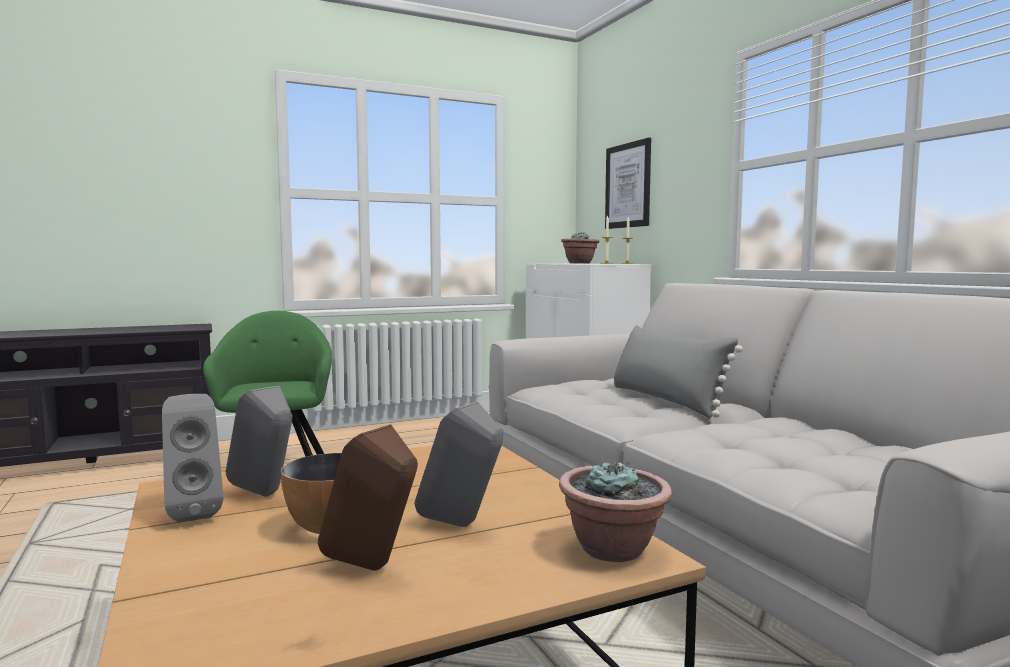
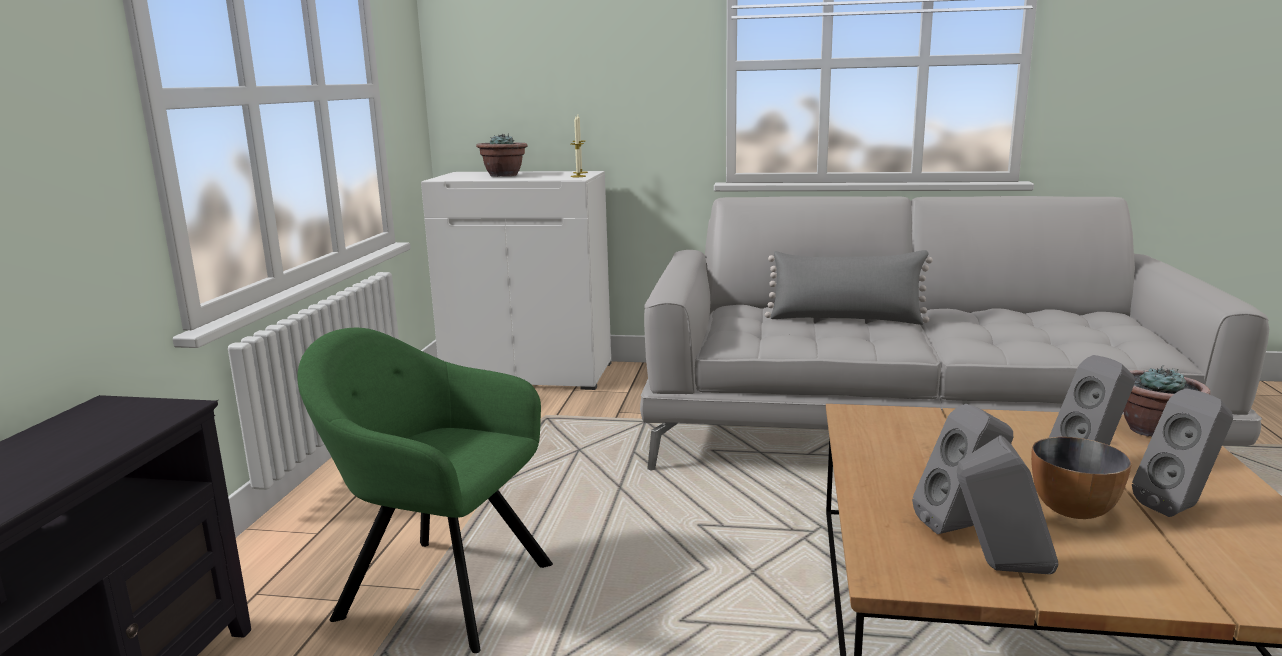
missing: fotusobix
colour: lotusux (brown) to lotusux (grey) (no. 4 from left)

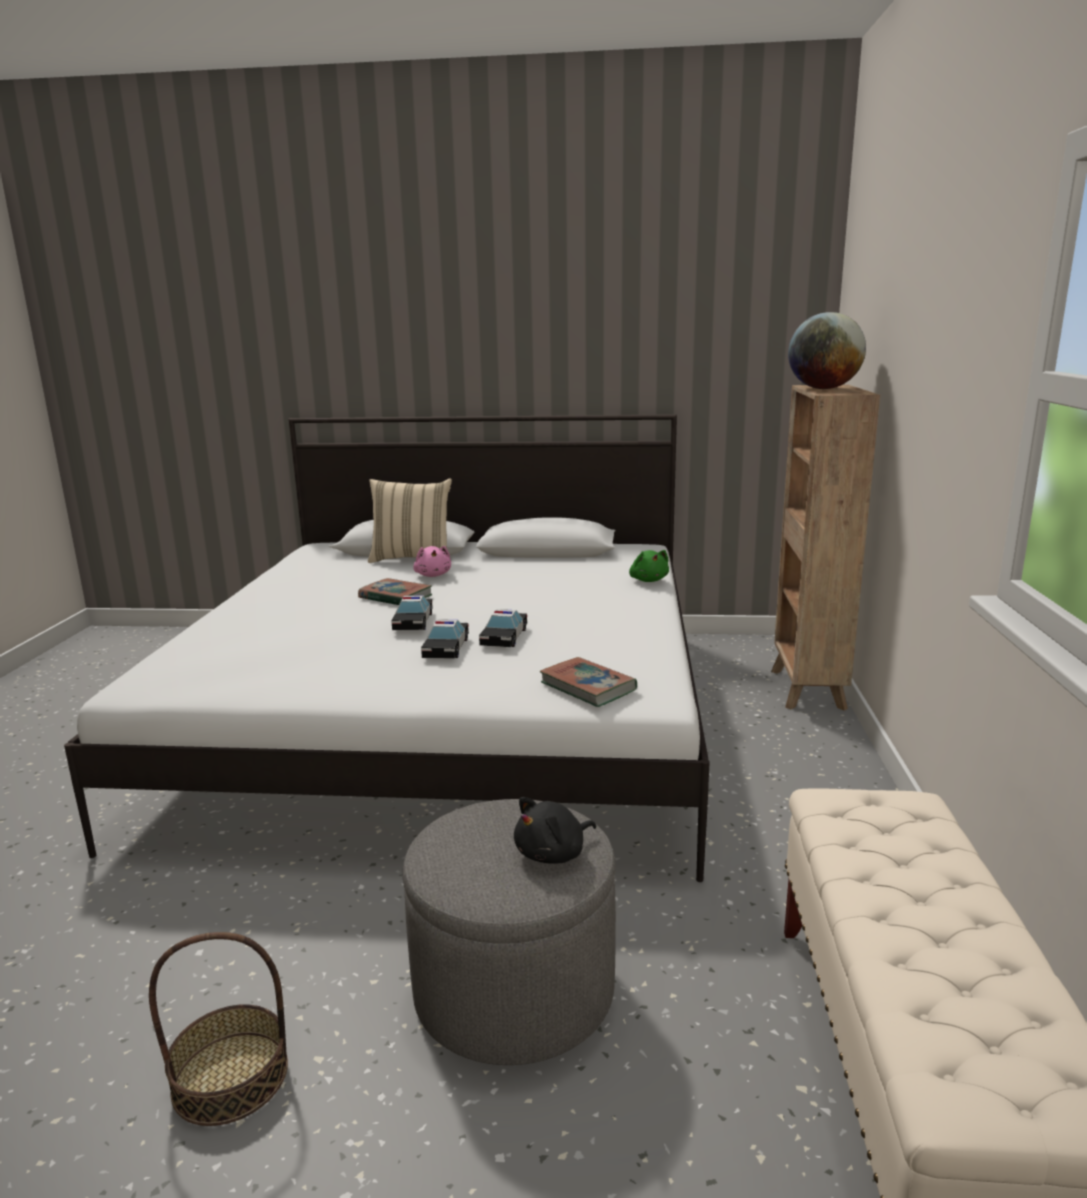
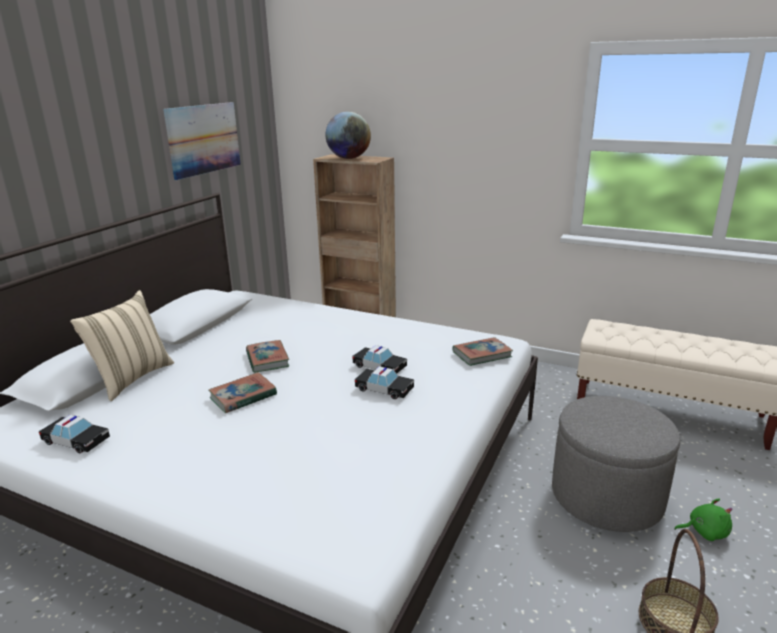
missing: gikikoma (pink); gikikoma (black)
appeared: fotusobix; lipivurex (no. 2 from left)
relocated: gikikoma (green); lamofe (no. 1 from left)

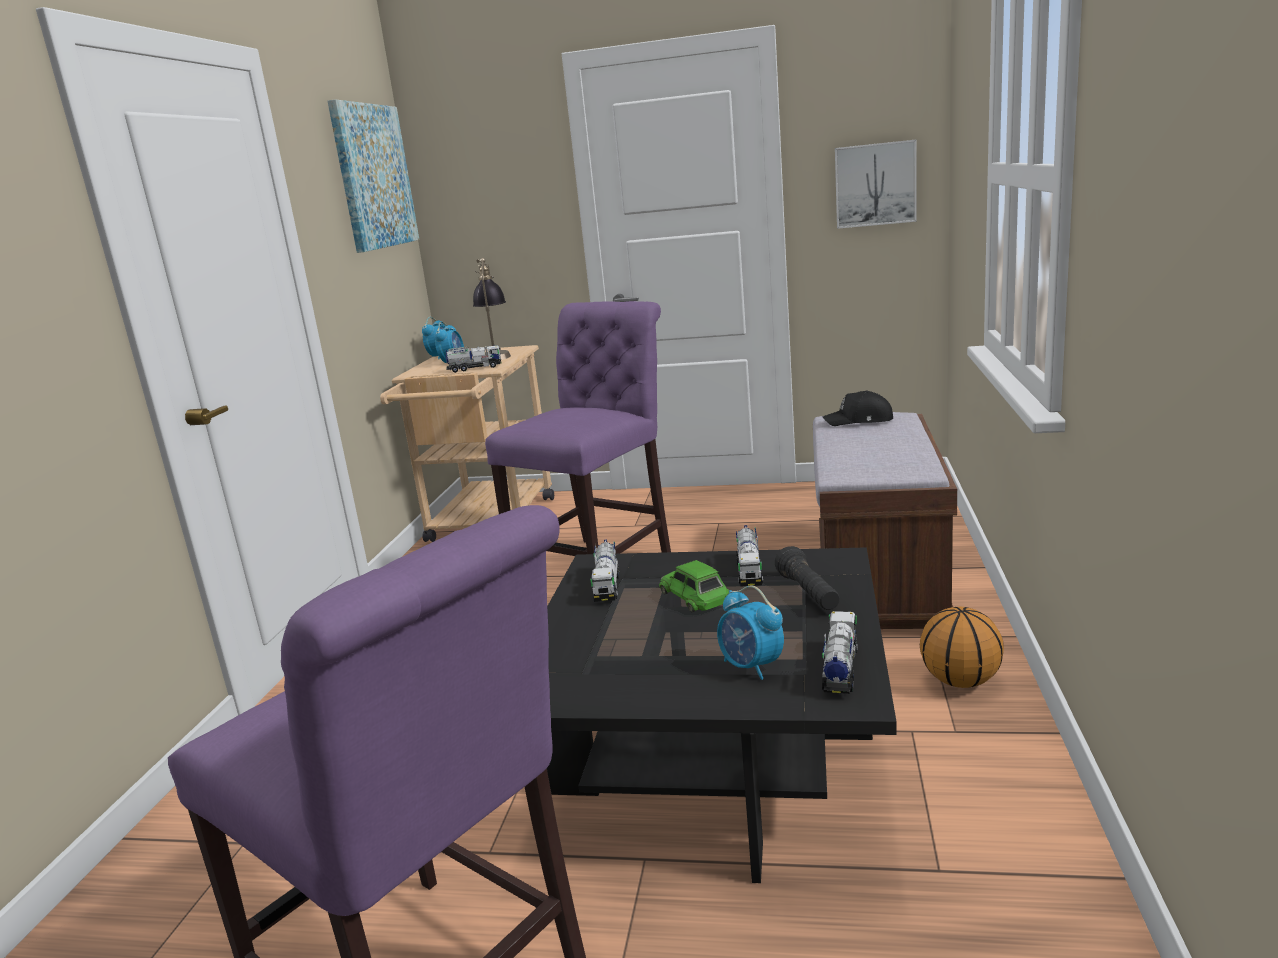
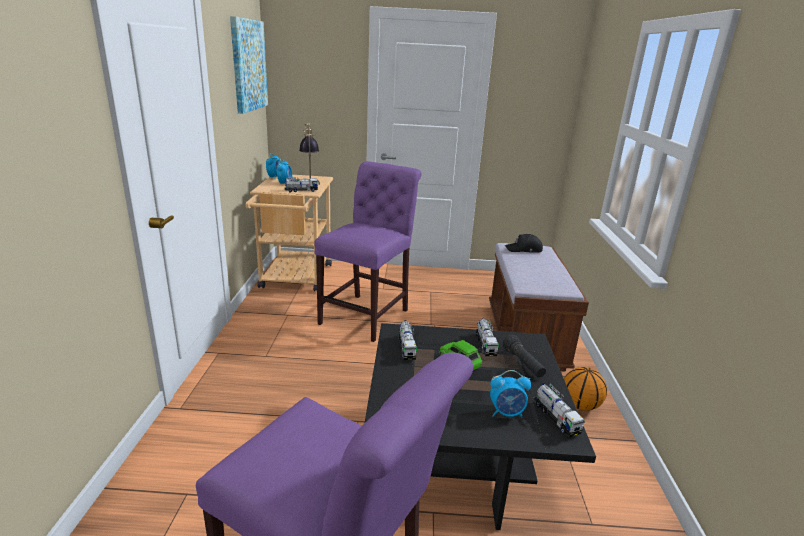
missing: fotusobix (no. 2 from left)
spun: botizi (no. 3 from left) 45 degrees counterclockwise; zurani (no. 4 from left) 150 degrees clockwise

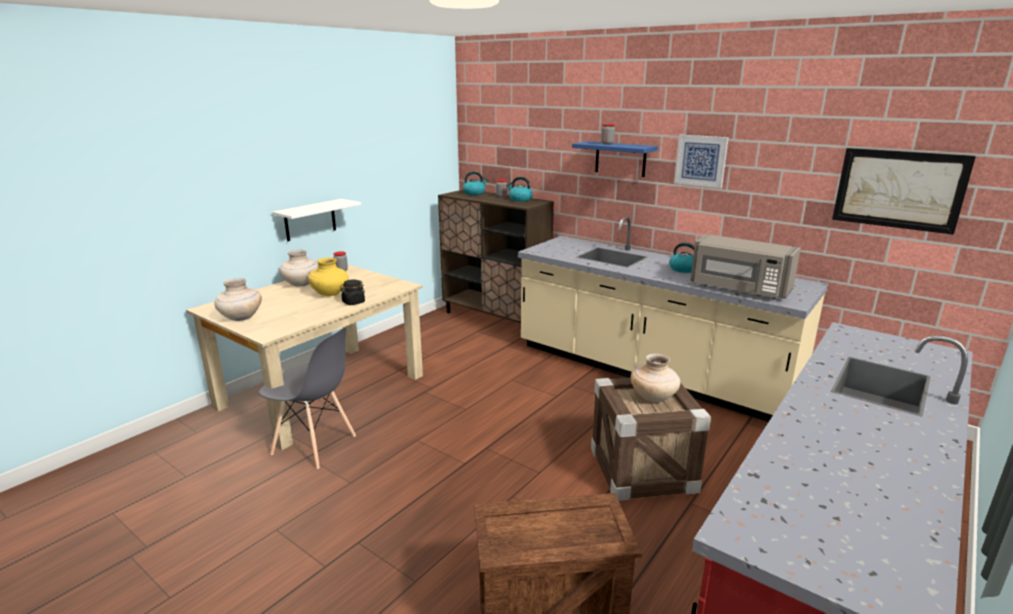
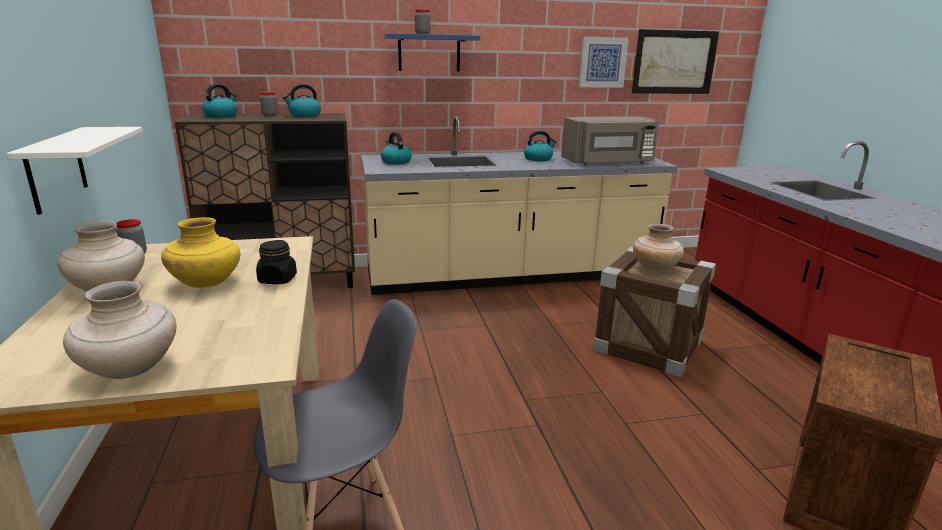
appeared: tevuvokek (no. 3 from left)
relocated: fotusobix (no. 1 from left)

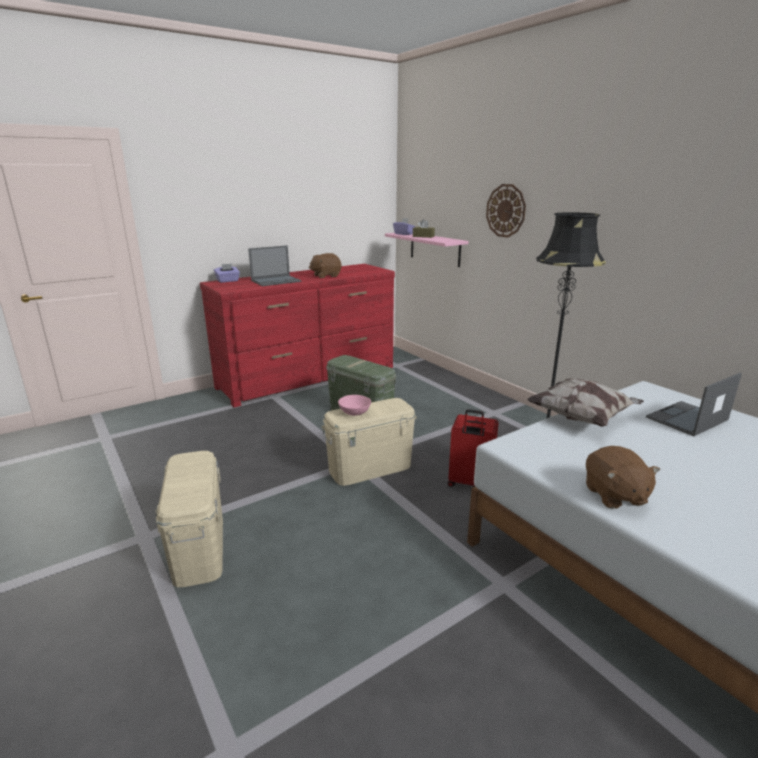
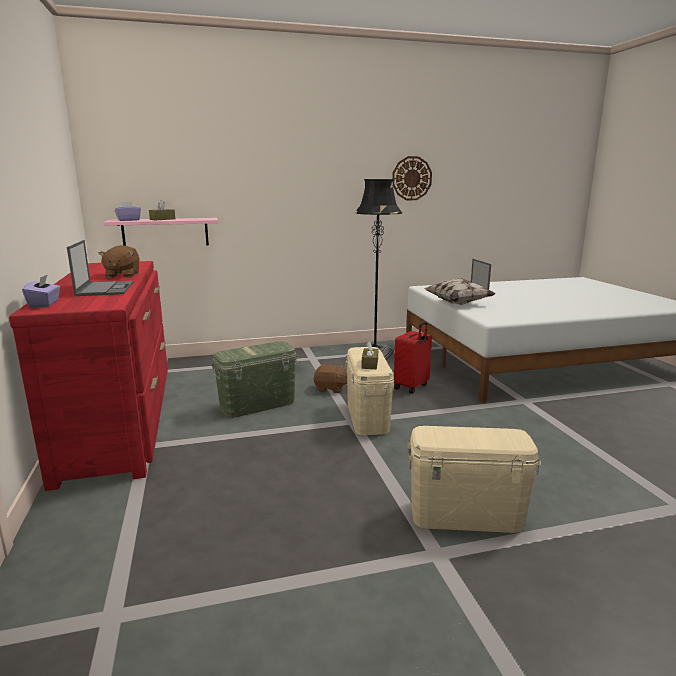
relocated: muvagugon; gikikoma (brown) (no. 2 from left)
exchanged: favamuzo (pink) to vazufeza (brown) (no. 2 from left)

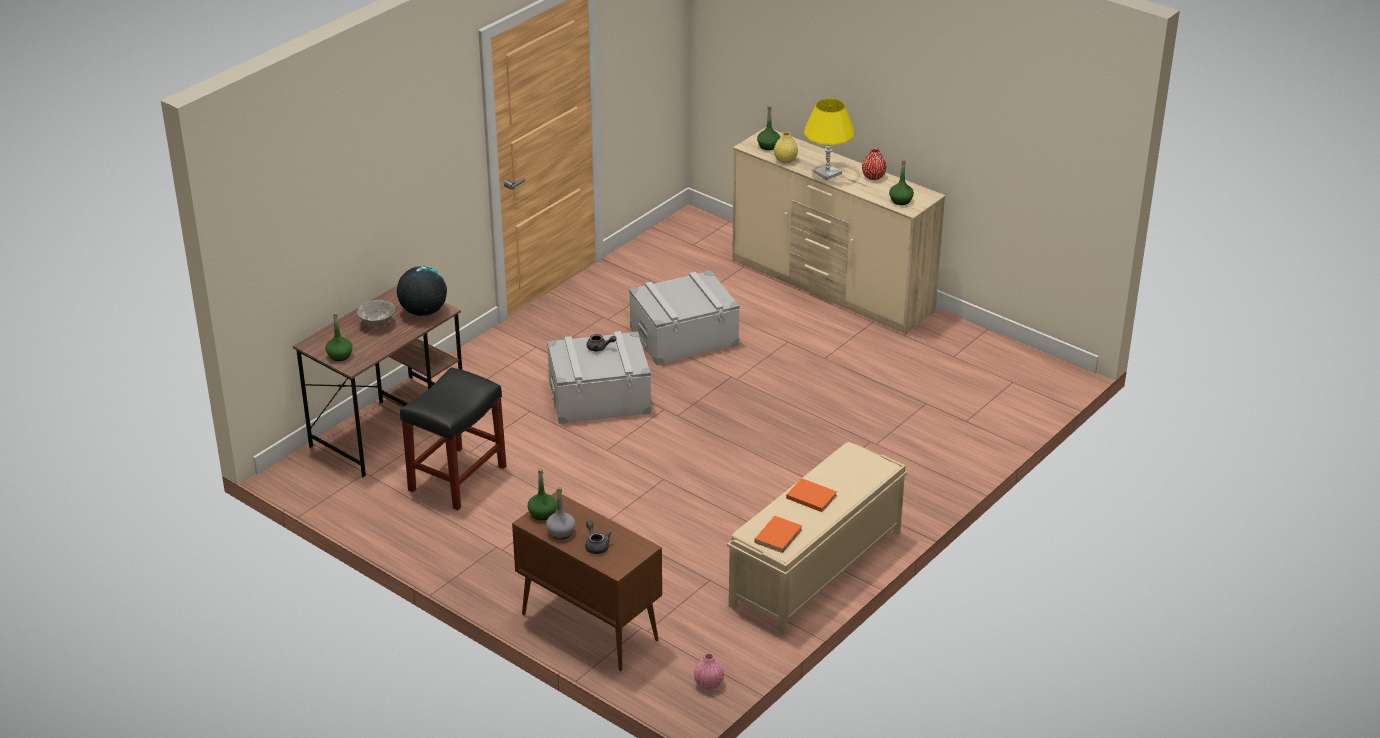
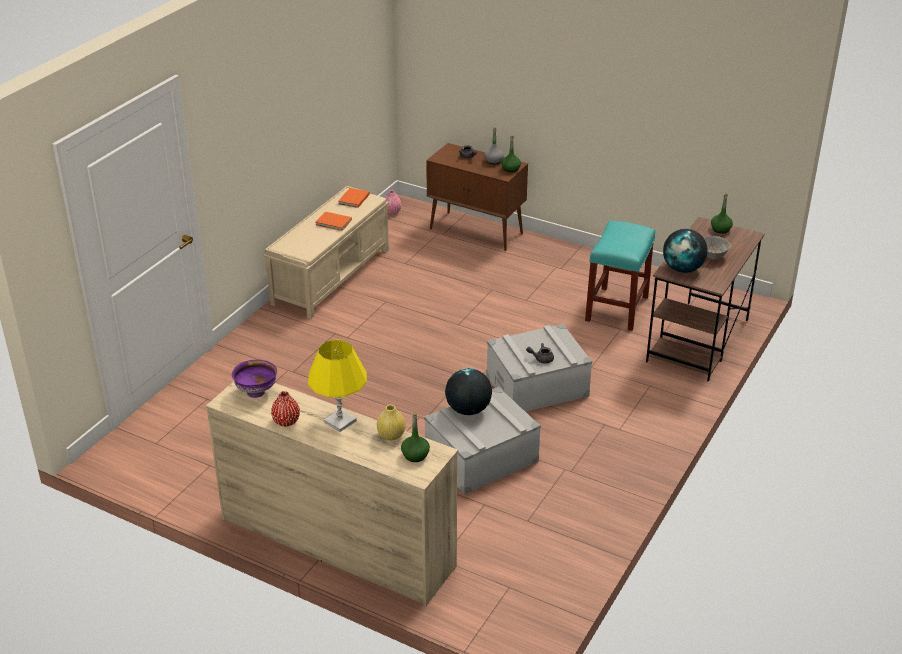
appeared: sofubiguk (no. 1 from left)
exchanged: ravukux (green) (no. 4 from left) to favamuzo (purple)
colour: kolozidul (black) to kolozidul (turquoise)

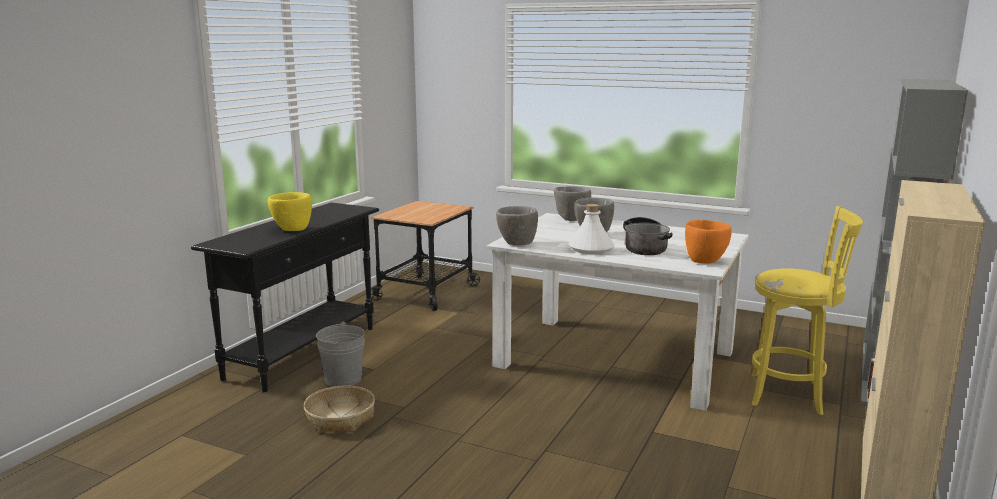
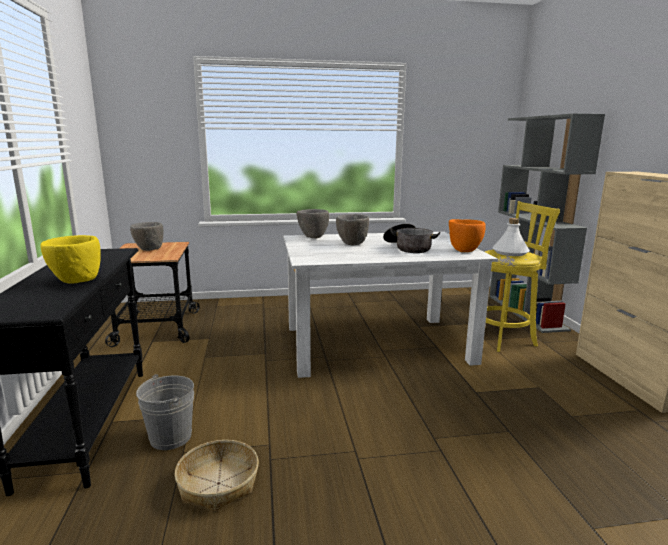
relocated: ravukux (white); favamuzo (grey) (no. 1 from left)

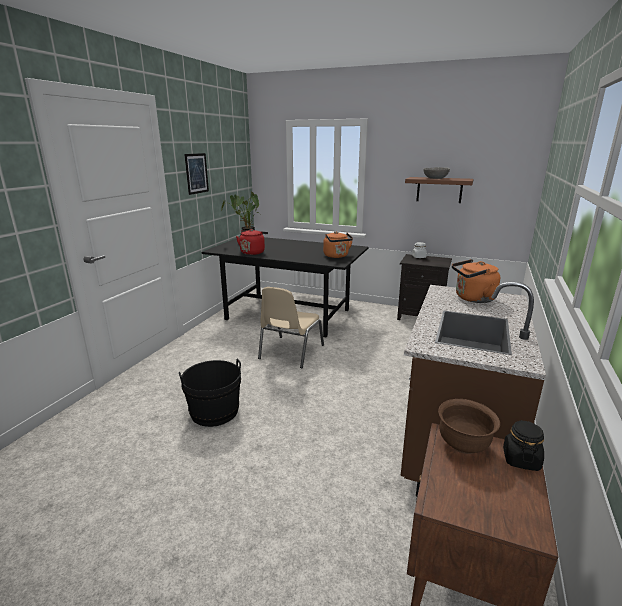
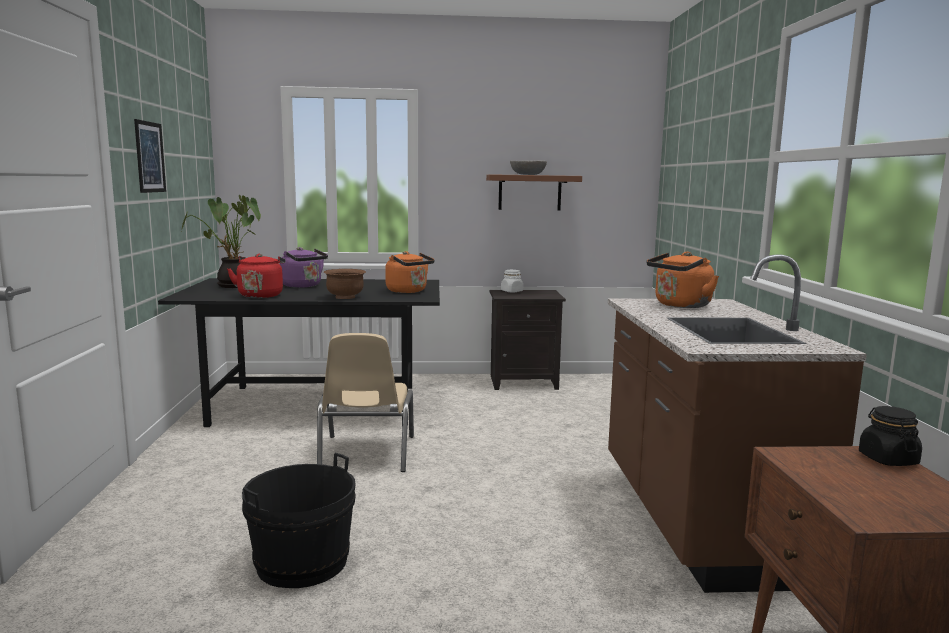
appeared: tevuvokek (purple)
relocated: favamuzo (brown)

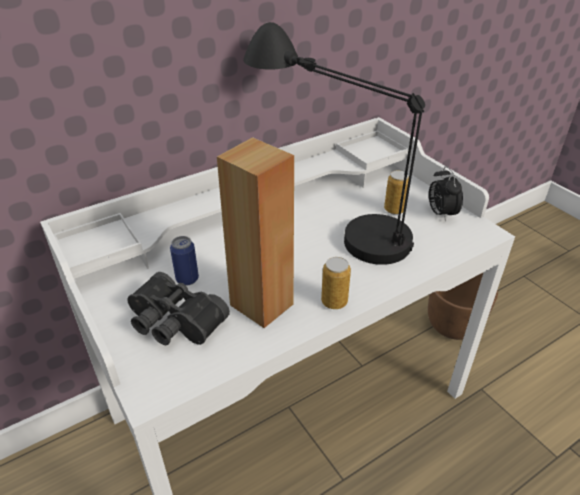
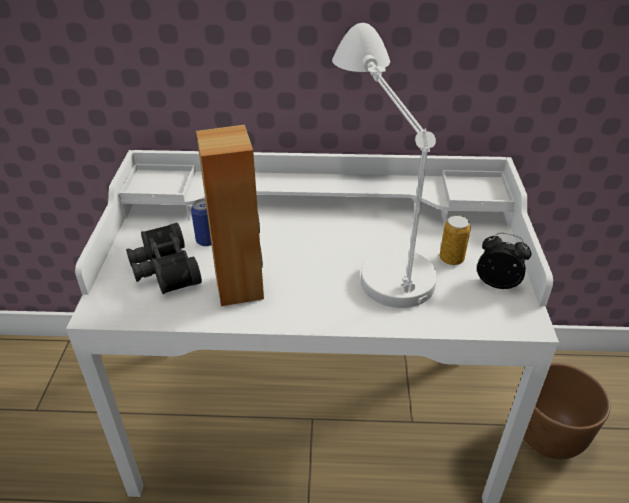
missing: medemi (no. 2 from left)
colour: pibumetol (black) to pibumetol (white)
spun: botizi 90 degrees clockwise

